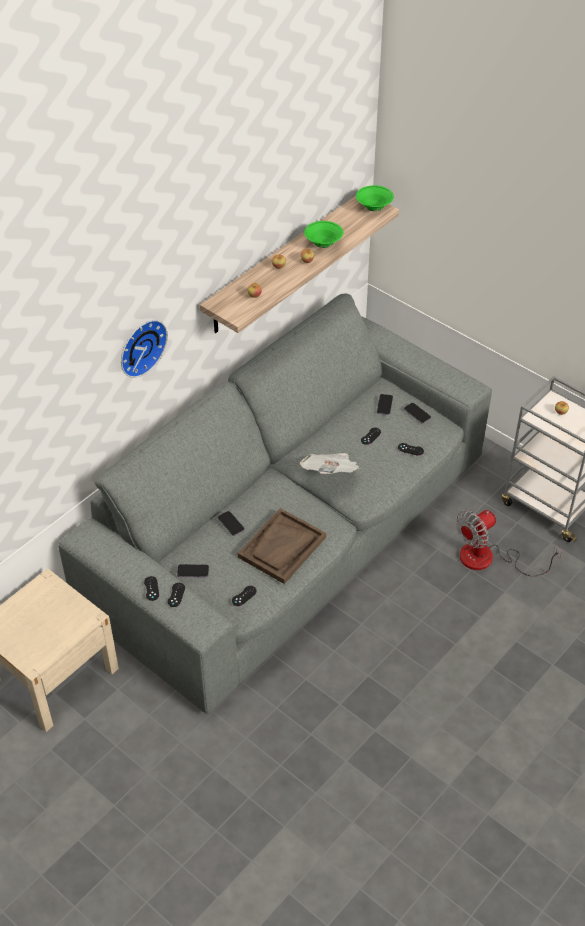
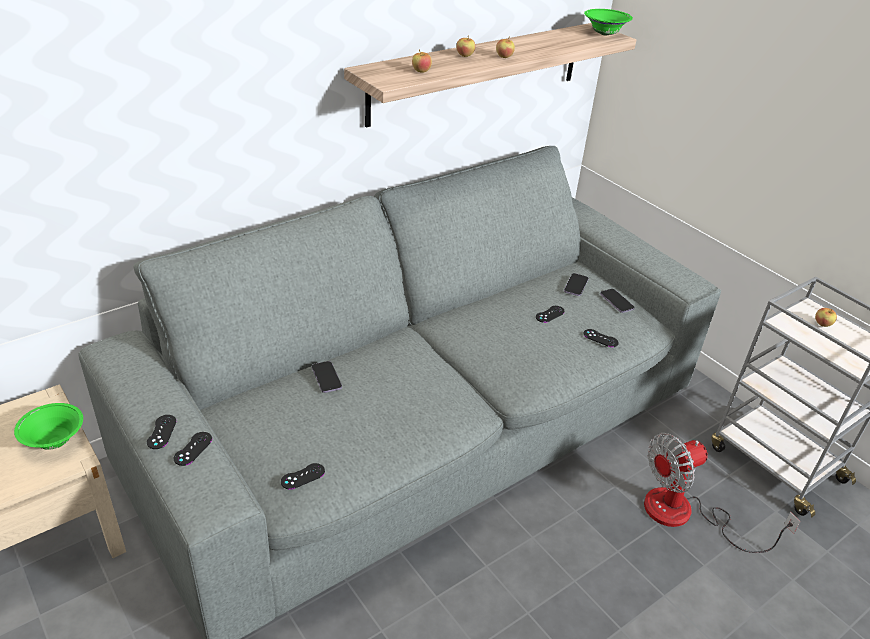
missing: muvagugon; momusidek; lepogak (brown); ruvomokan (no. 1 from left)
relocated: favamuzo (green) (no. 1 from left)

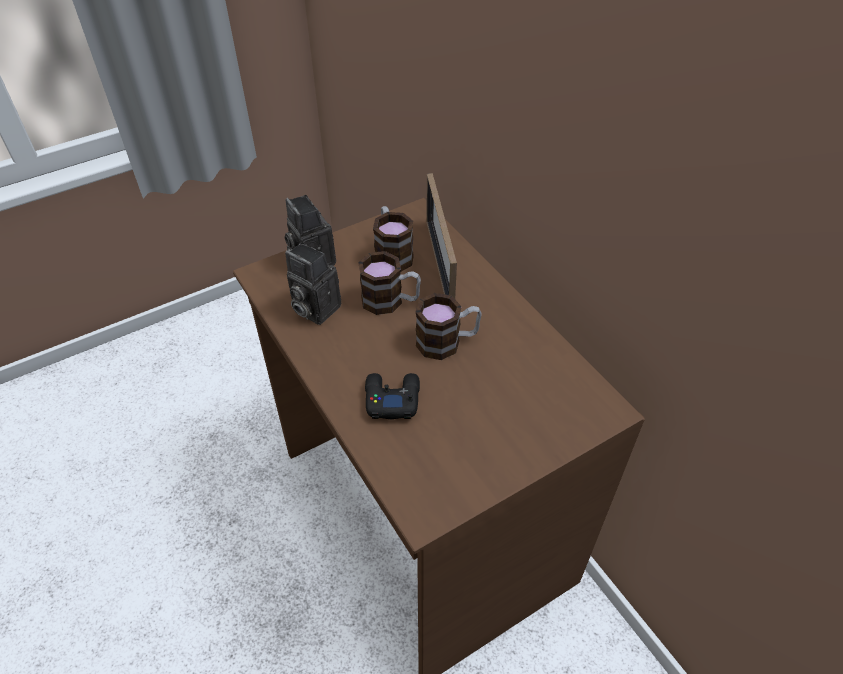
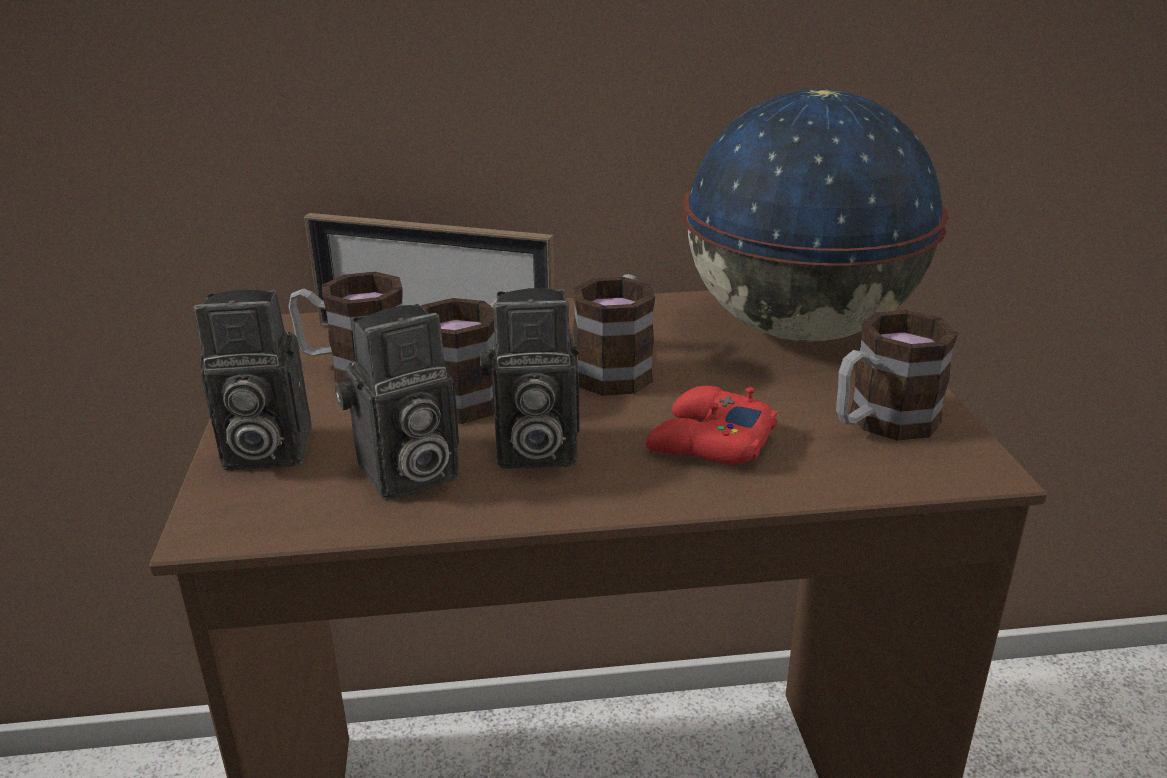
appeared: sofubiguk; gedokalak (no. 3 from left); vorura (no. 4 from left)
colour: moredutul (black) to moredutul (red)

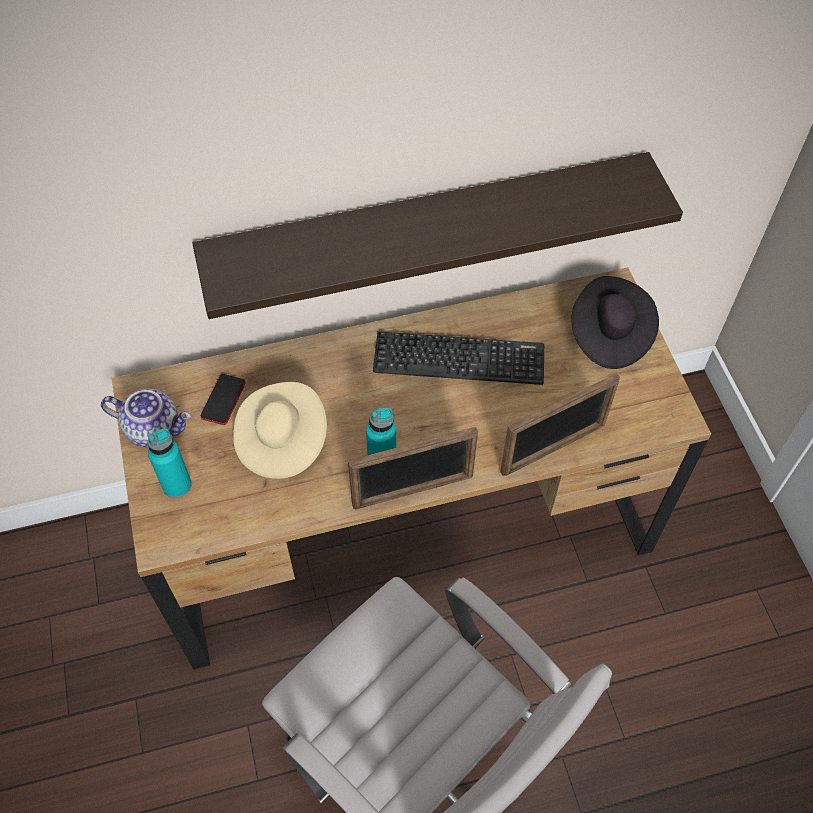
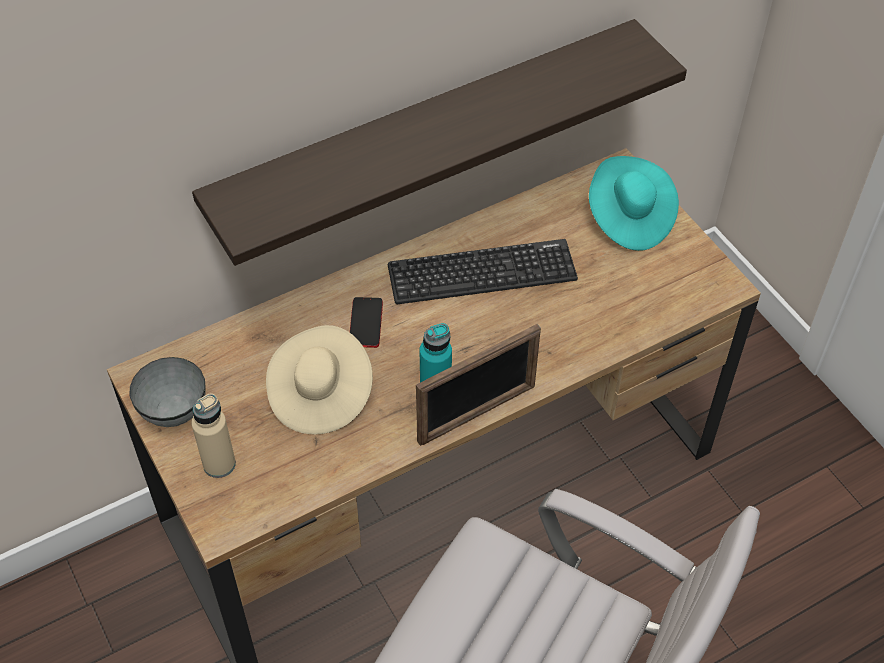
missing: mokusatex (no. 2 from left)
relocated: ruvomokan
exchanged: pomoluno to favamuzo (grey)
colour: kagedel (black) to kagedel (turquoise); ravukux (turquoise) (no. 1 from left) to ravukux (beige)

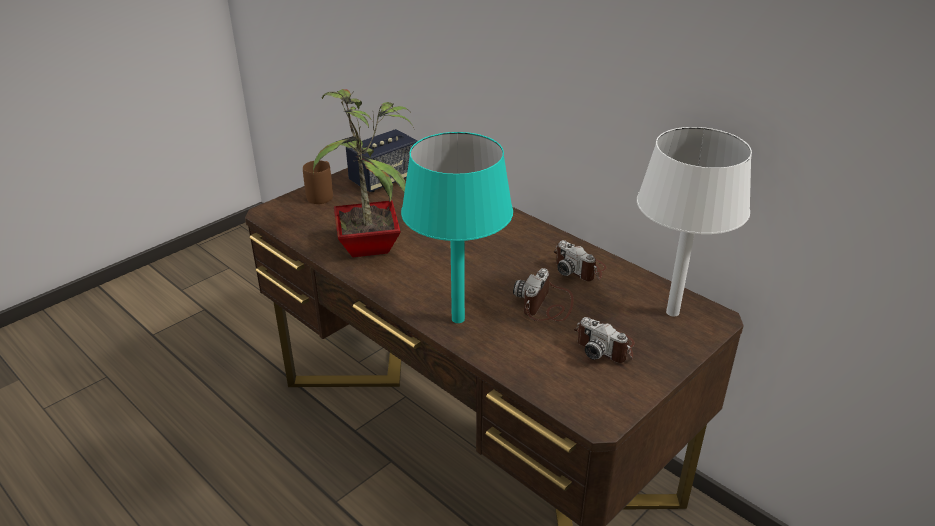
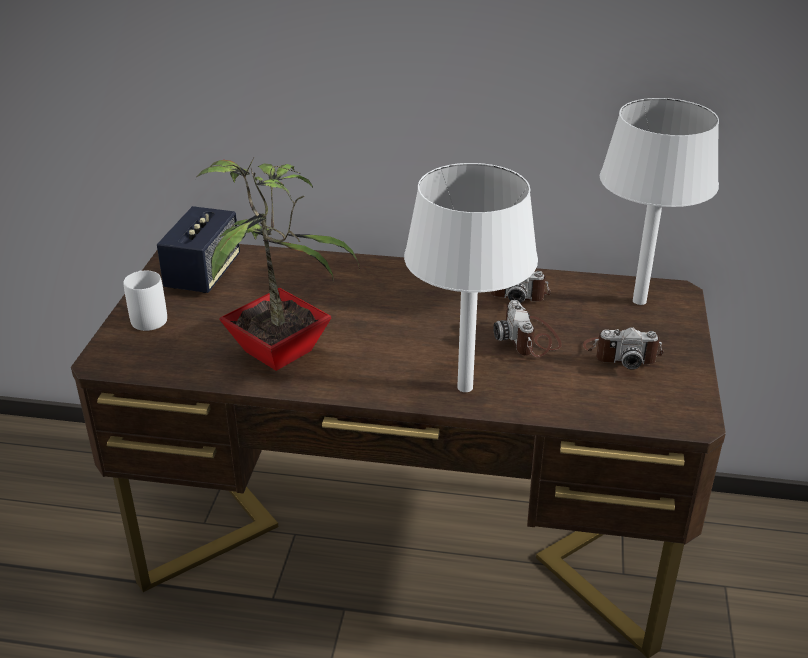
colour: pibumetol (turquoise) to pibumetol (white) (no. 1 from left); vorura (brown) to vorura (white)

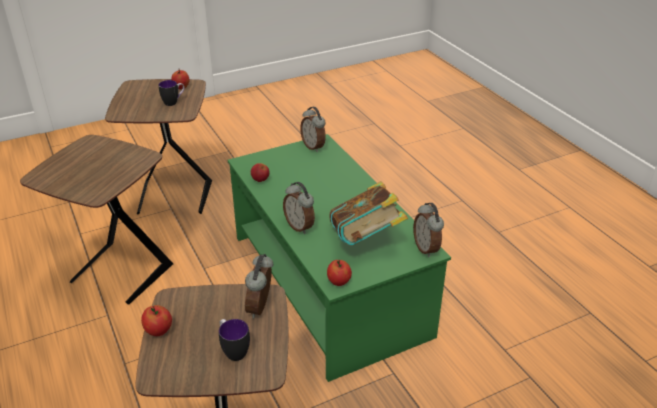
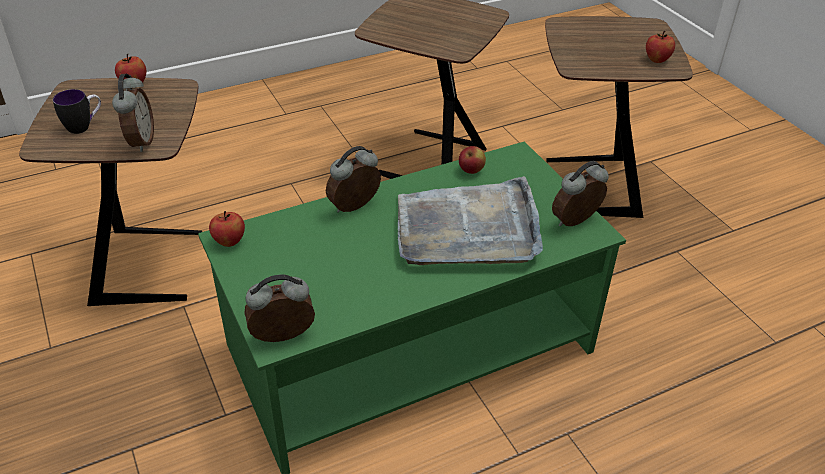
missing: vorura (no. 1 from left); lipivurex
appeared: lepogak (grey)
spun: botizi (no. 1 from left) 75 degrees clockwise

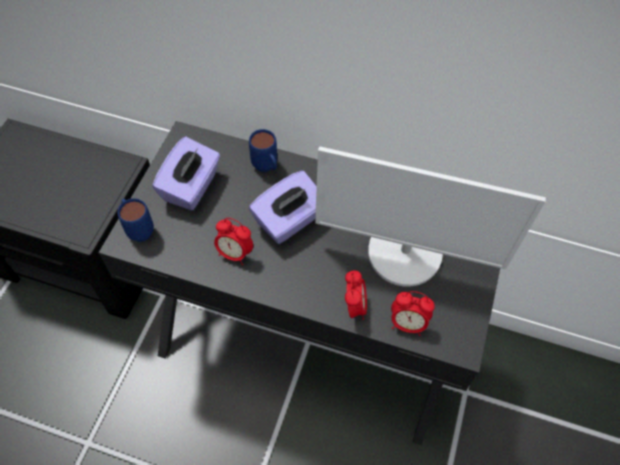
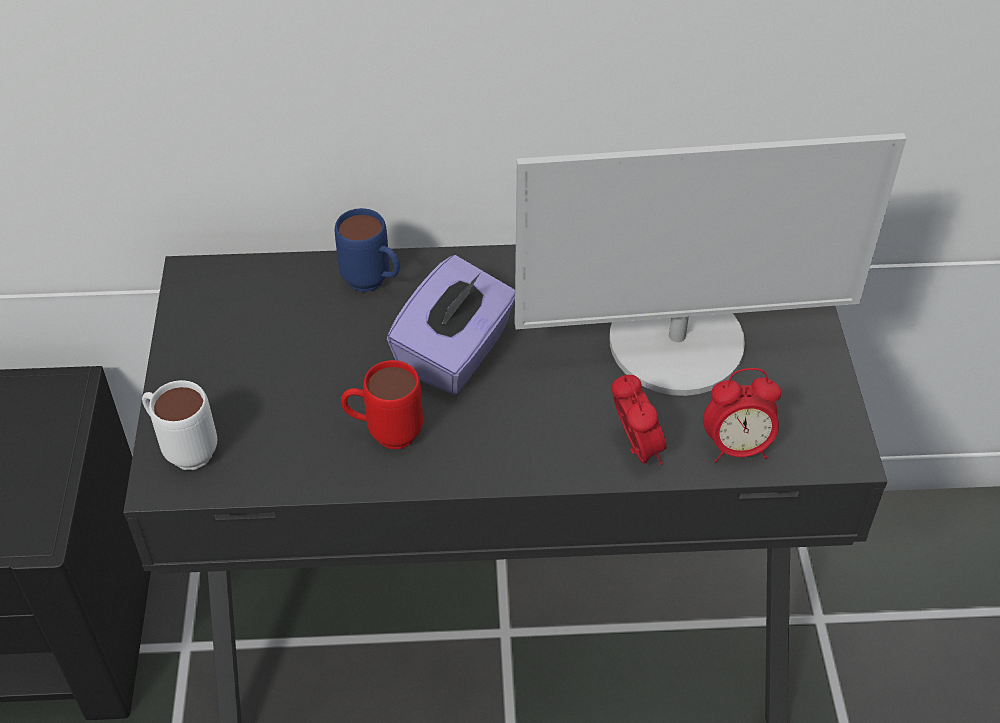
missing: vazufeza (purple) (no. 1 from left)
exchanged: botizi (no. 1 from left) to vorura (red)
colour: vorura (blue) (no. 1 from left) to vorura (white)

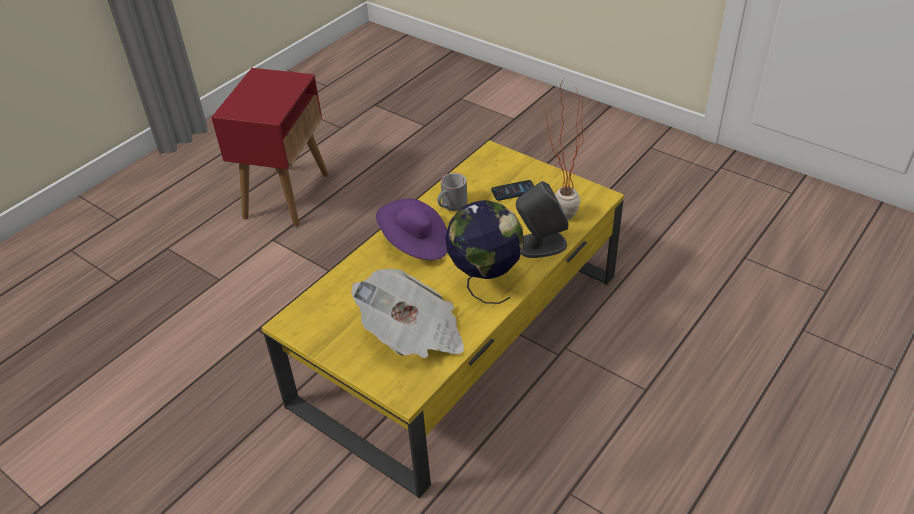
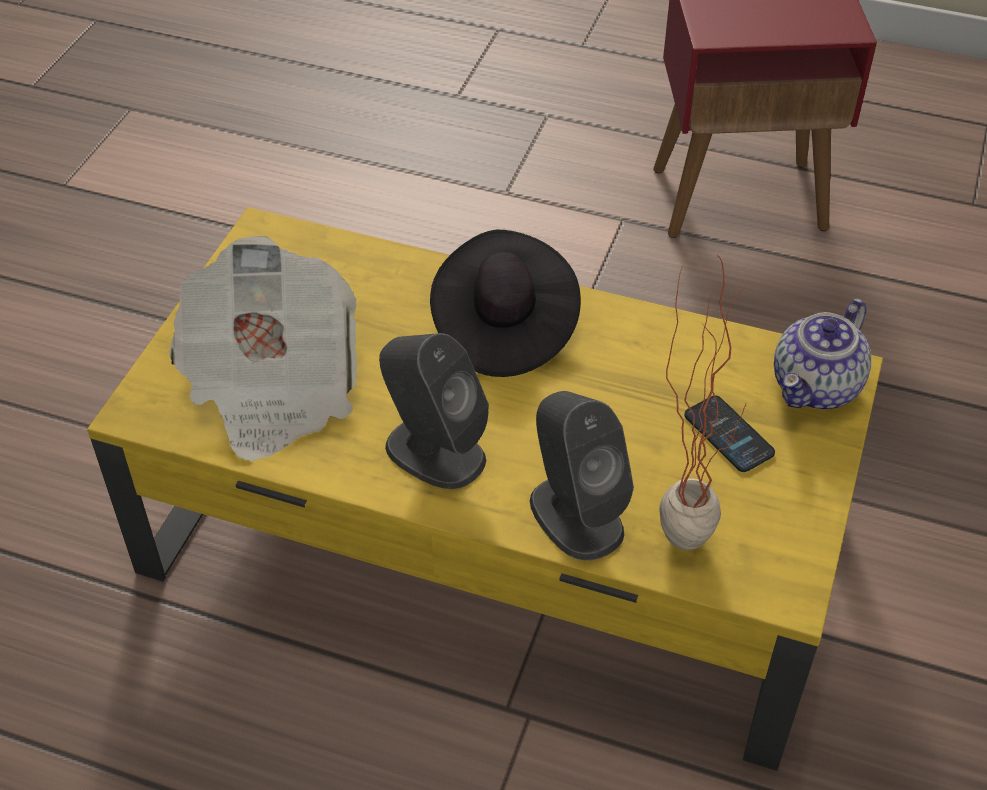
missing: vorura (grey)
appeared: pomoluno
exchanged: sofubiguk to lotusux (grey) (no. 1 from left)
colour: kagedel (purple) to kagedel (black)

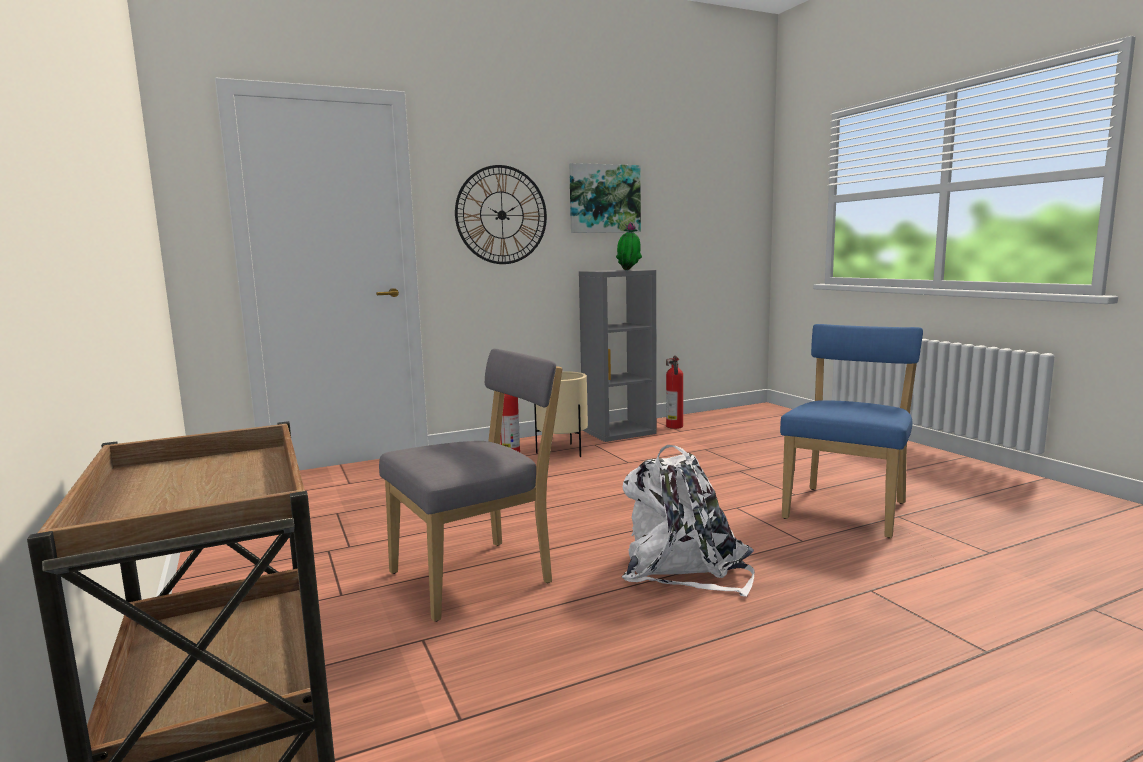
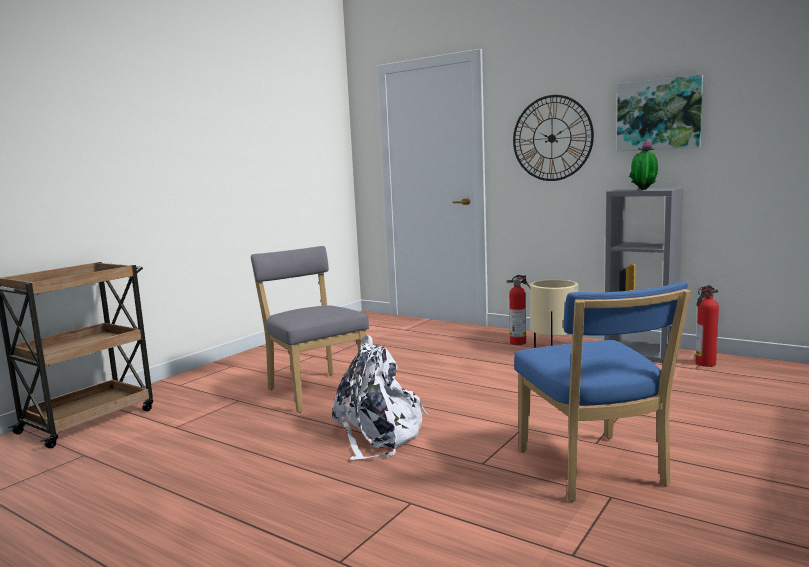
spun: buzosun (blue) 75 degrees clockwise; buzosun (grey) 150 degrees counterclockwise

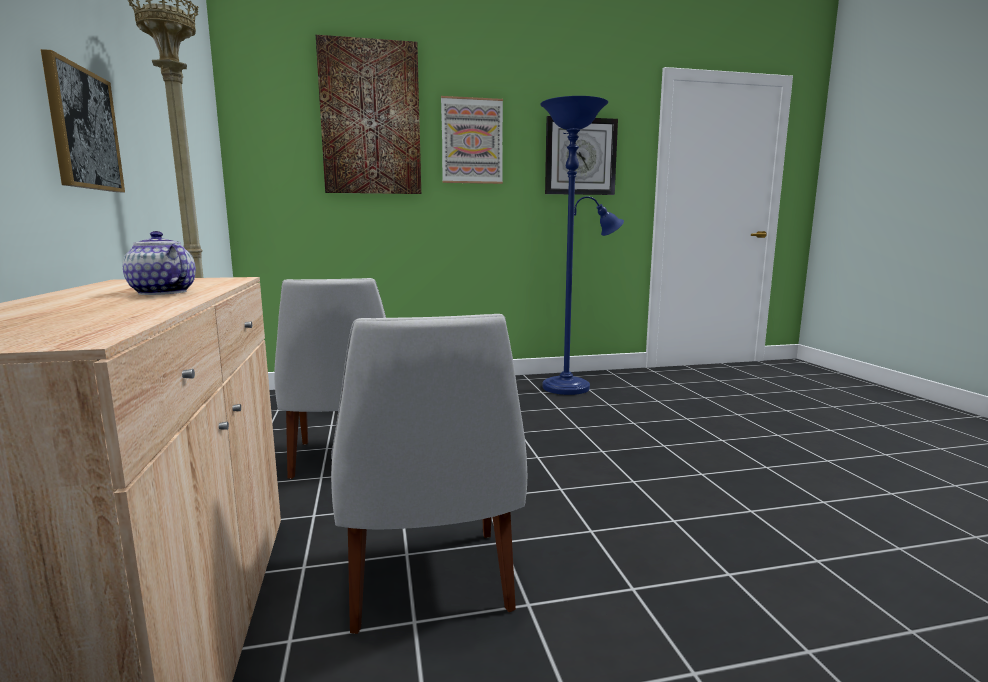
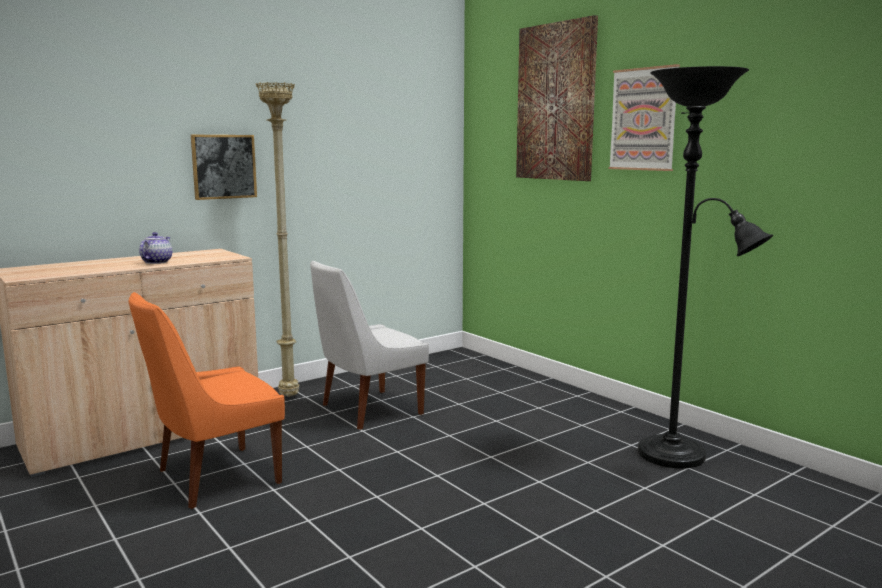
missing: muvagugon
colour: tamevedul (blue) to tamevedul (black); buzosun (white) (no. 2 from left) to buzosun (orange)

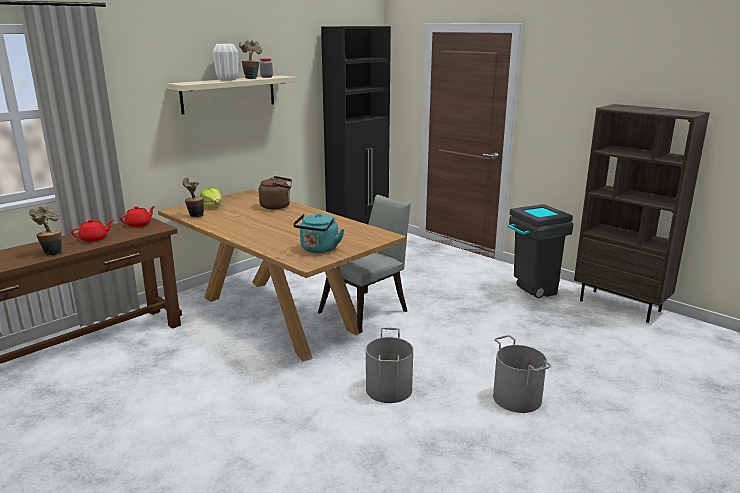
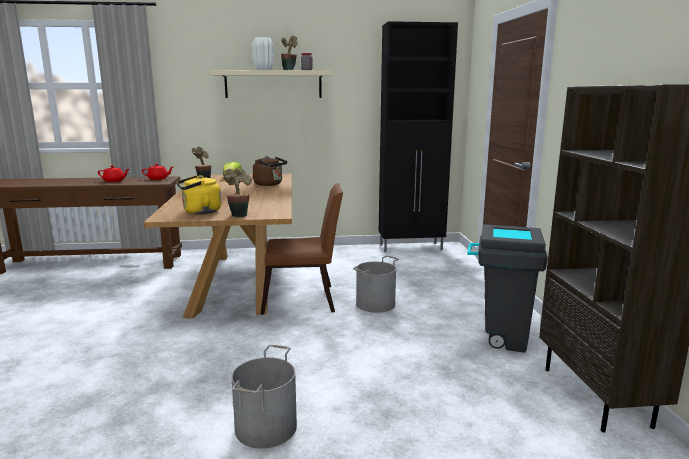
relocated: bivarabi (no. 1 from left in the first image) to bivarabi (no. 2 from left); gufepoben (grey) (no. 1 from left in the first image) to gufepoben (grey) (no. 2 from left)
colour: buzosun (grey) to buzosun (brown); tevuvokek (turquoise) to tevuvokek (yellow)

